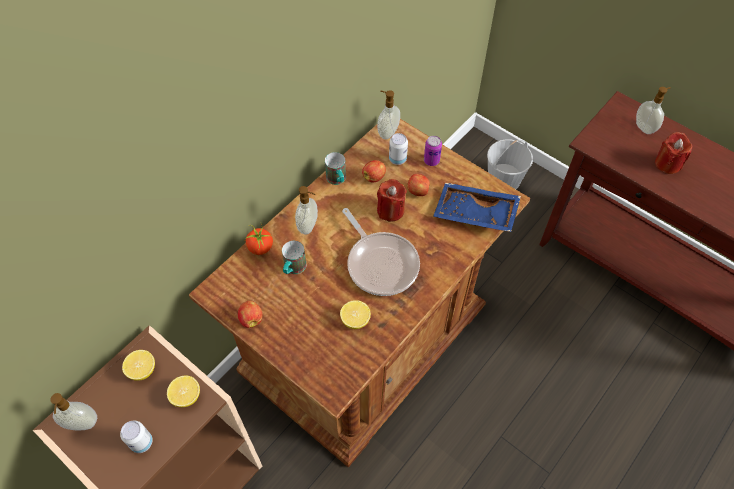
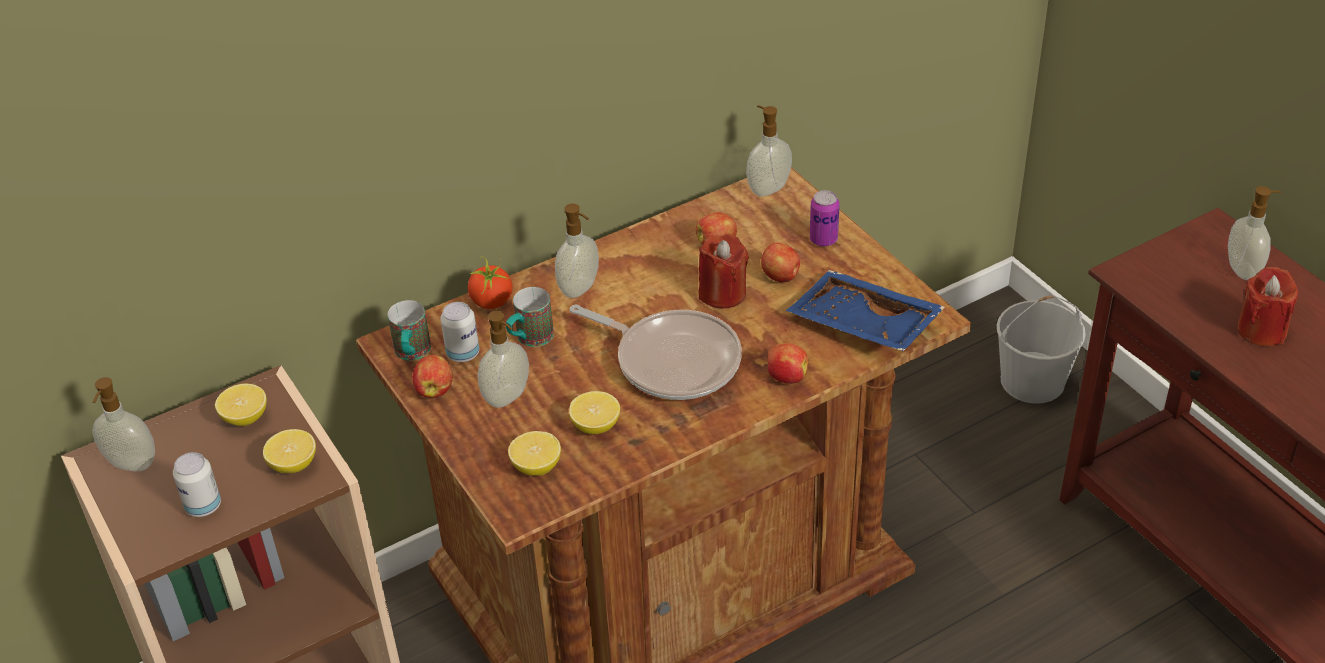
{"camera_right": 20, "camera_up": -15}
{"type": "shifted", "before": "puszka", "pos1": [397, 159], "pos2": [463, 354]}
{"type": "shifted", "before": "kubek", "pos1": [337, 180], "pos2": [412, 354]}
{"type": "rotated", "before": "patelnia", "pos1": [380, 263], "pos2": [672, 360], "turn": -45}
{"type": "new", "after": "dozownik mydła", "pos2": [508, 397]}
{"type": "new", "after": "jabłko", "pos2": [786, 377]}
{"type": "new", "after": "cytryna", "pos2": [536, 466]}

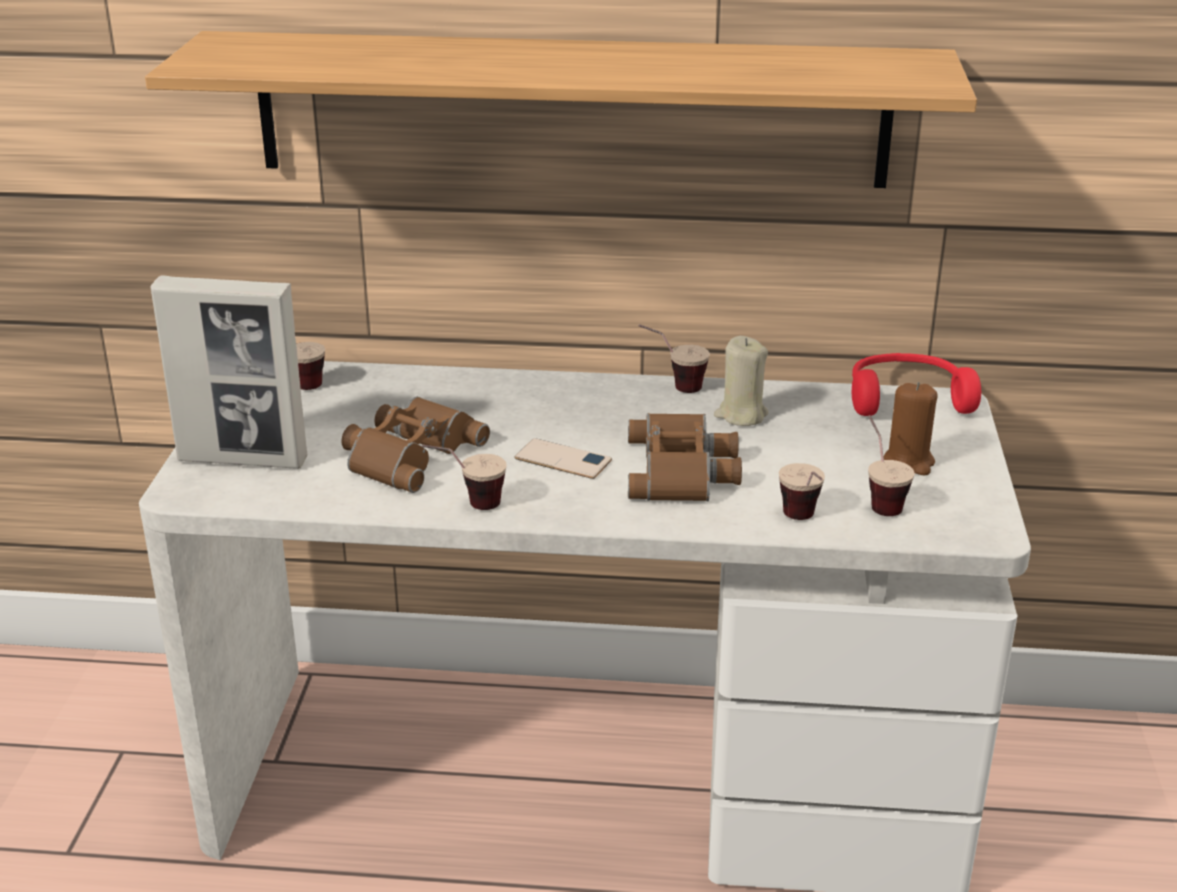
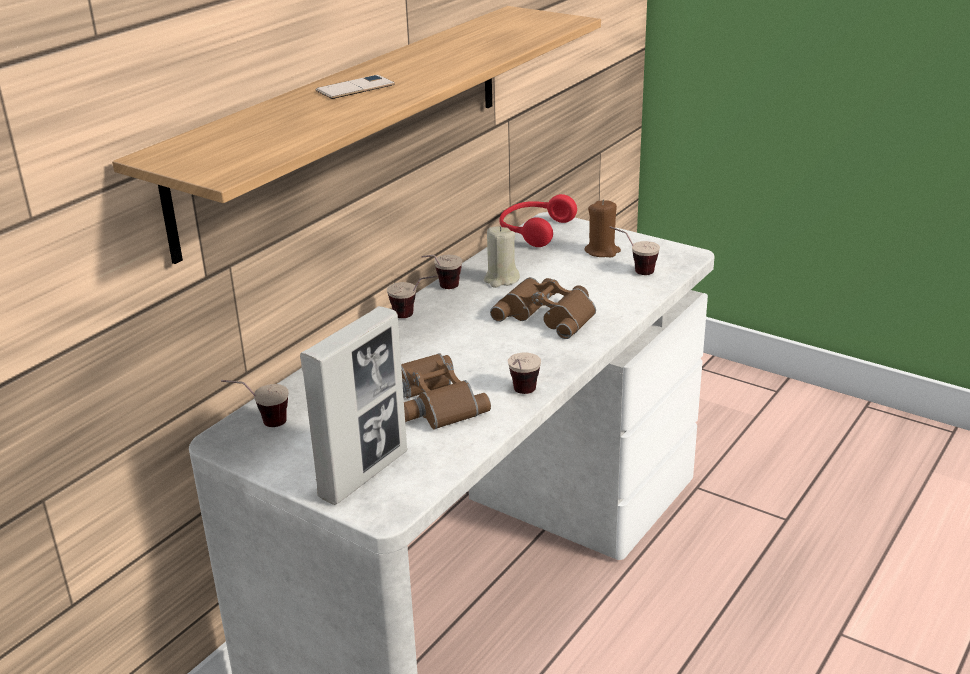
{"camera_right": -60, "camera_up": 0}
{"type": "shifted", "before": "telefon", "pos1": [563, 460], "pos2": [355, 88]}
{"type": "shifted", "before": "filiżanka", "pos1": [803, 523], "pos2": [414, 316]}

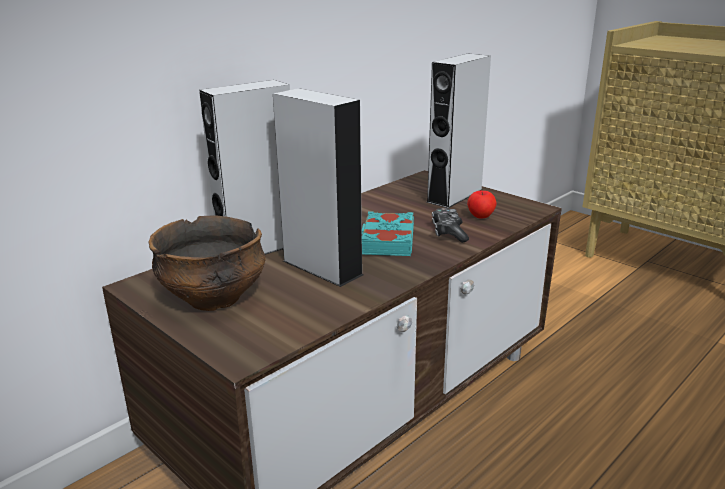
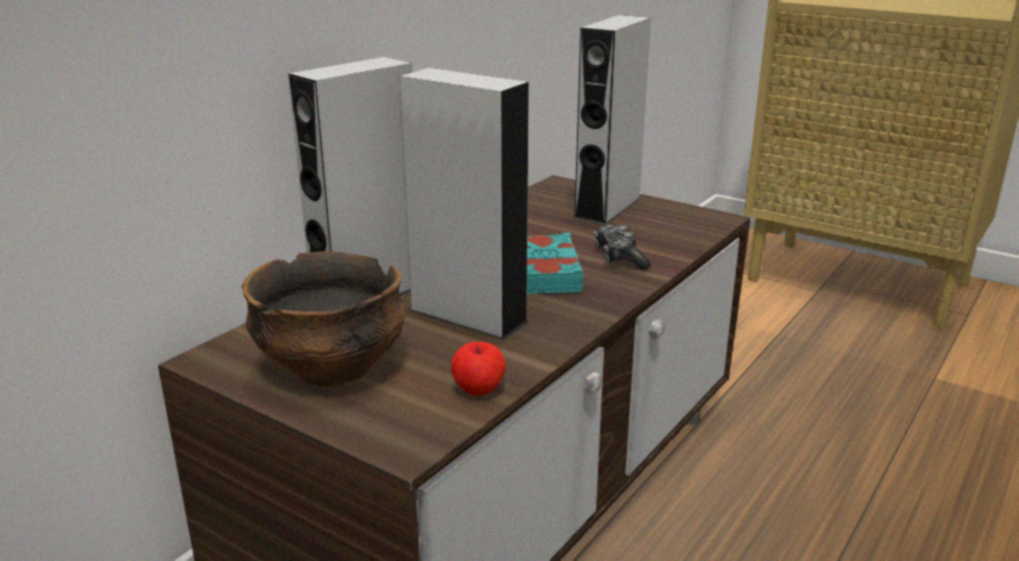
{"camera_right": -10, "camera_up": 0}
{"type": "shifted", "before": "jabłko", "pos1": [481, 216], "pos2": [479, 389]}

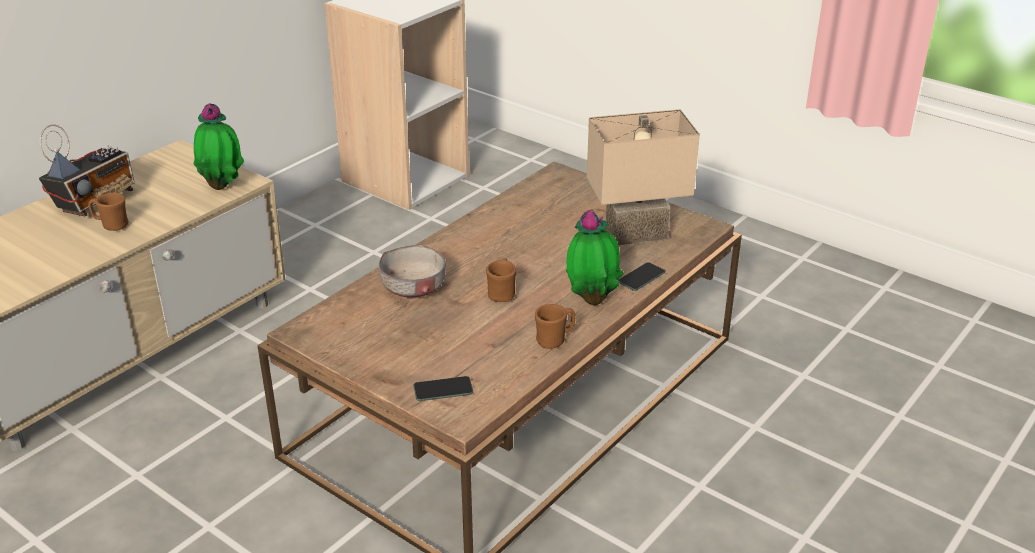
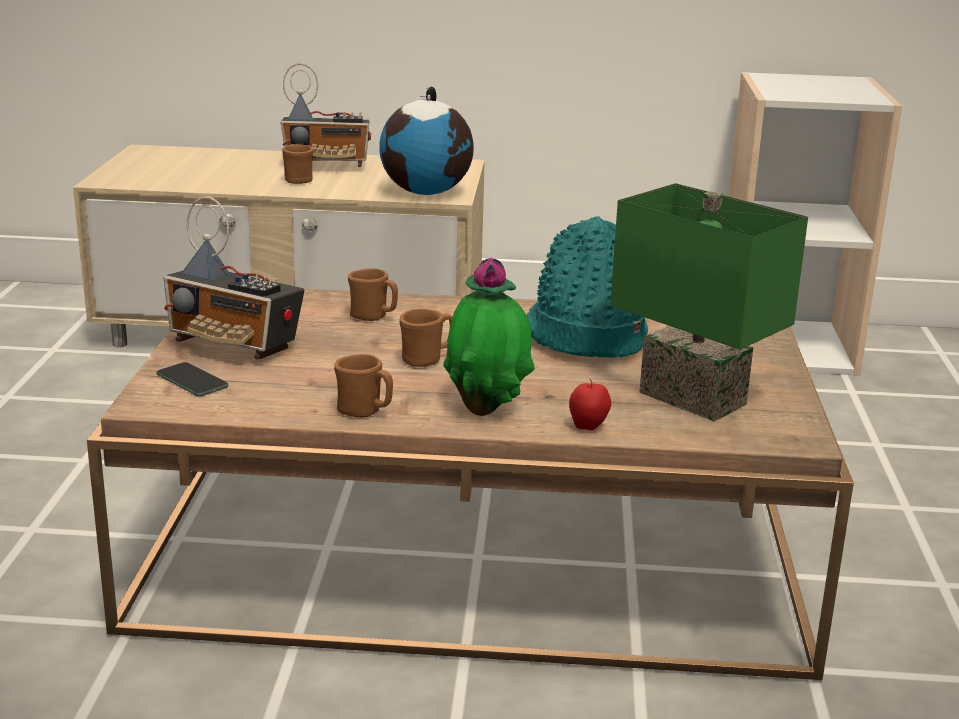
{"camera_right": 55, "camera_up": -10}
{"type": "swapped", "before": "roślina doniczkowa", "after": "globus", "pos1": [223, 186], "pos2": [427, 193]}
{"type": "repainted", "before": "lampa stołowa [beżowy]", "after": "lampa stołowa [zielony]", "pos1": [636, 232], "pos2": [696, 397]}
{"type": "swapped", "before": "miska [szary]", "after": "kubek [brązowy]", "pos1": [413, 288], "pos2": [373, 317]}
{"type": "swapped", "before": "telefon", "after": "jabłko", "pos1": [641, 277], "pos2": [588, 427]}
{"type": "new", "after": "radio", "pos2": [235, 346]}
{"type": "new", "after": "kapelusz [turkusowy]", "pos2": [585, 336]}

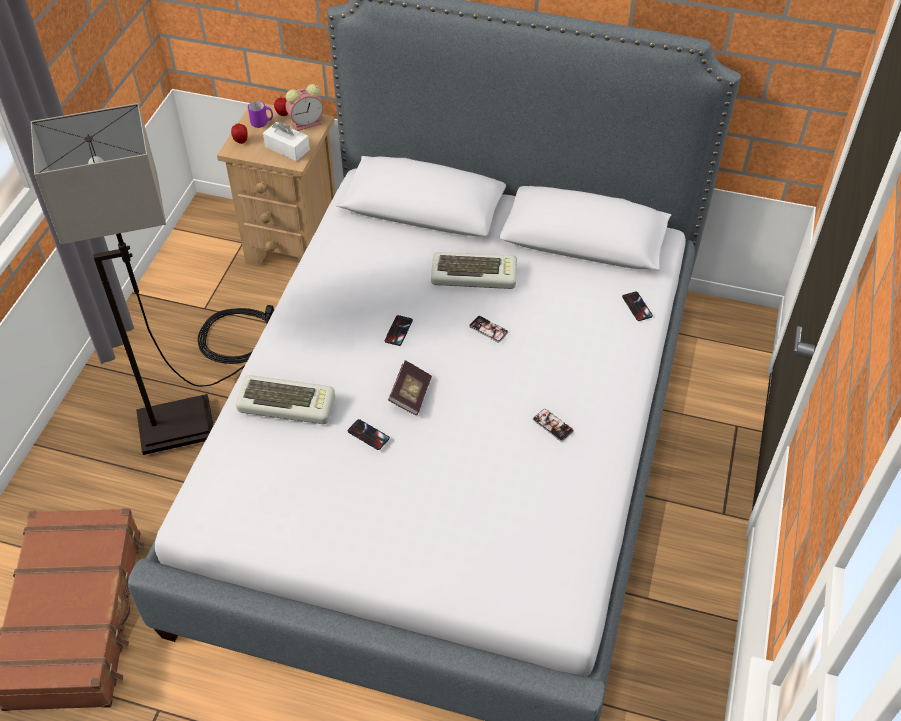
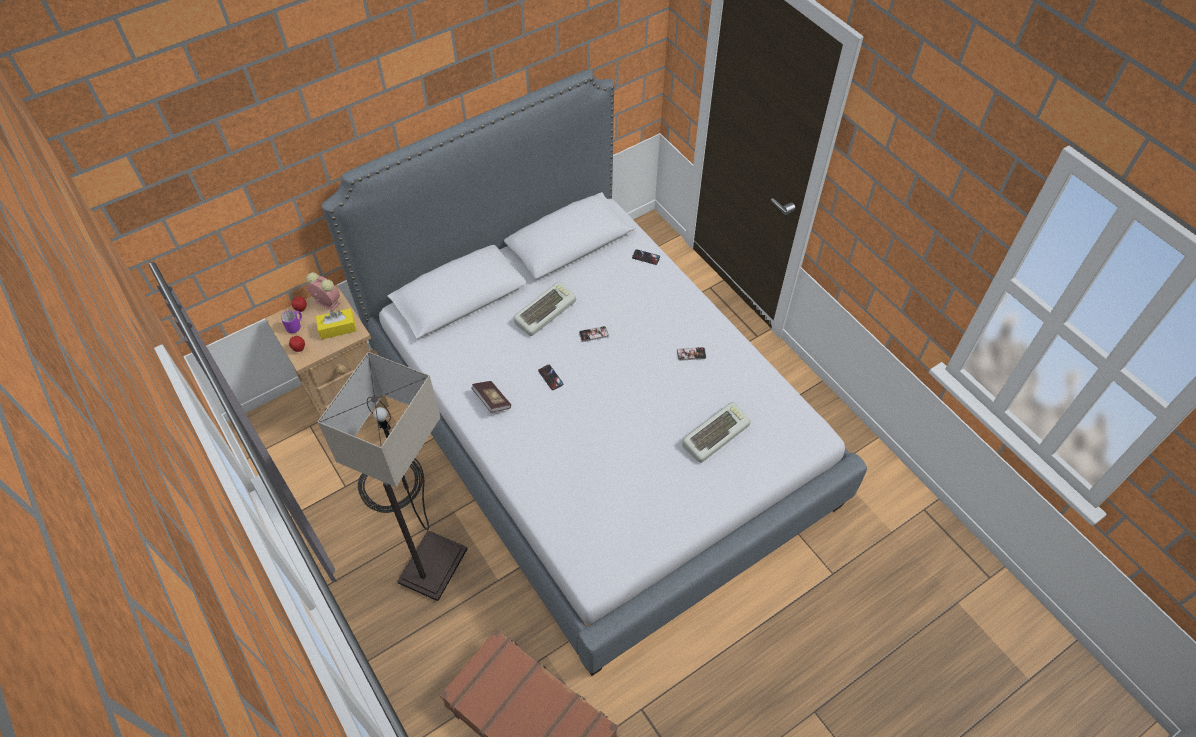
{"camera_right": -50, "camera_up": 5}
{"type": "rotated", "before": "budzik", "pos1": [307, 123], "pos2": [326, 302], "turn": -75}
{"type": "repainted", "before": "pudełko chusteczek [biały]", "after": "pudełko chusteczek [żółty]", "pos1": [287, 148], "pos2": [337, 328]}
{"type": "shifted", "before": "książka", "pos1": [410, 395], "pos2": [492, 401]}
{"type": "shifted", "before": "klawiatura", "pos1": [288, 403], "pos2": [715, 434]}
{"type": "gone", "before": "telefon", "pos1": [368, 435]}

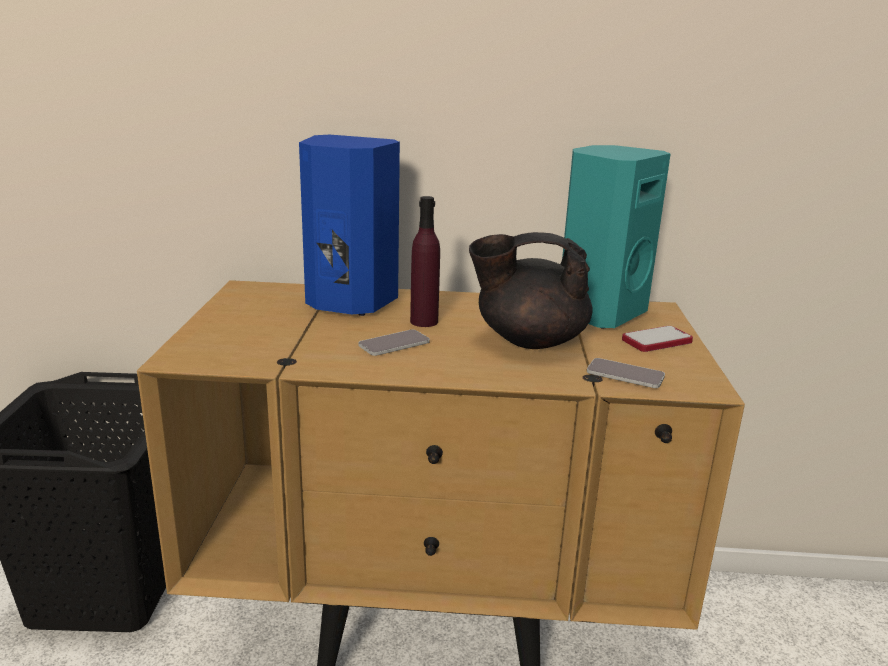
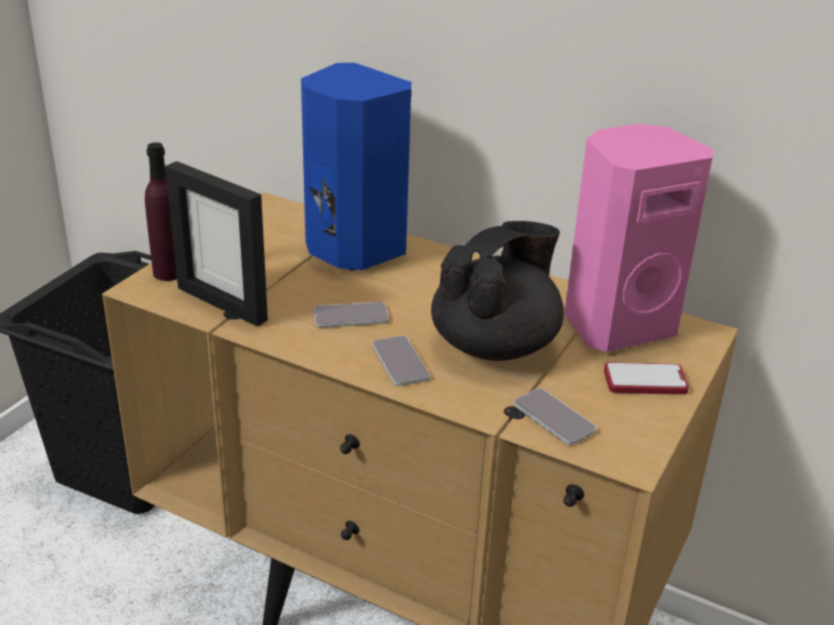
{"camera_right": 25, "camera_up": 10}
{"type": "repainted", "before": "głośnik [turkusowy]", "after": "głośnik [różowy]", "pos1": [598, 313], "pos2": [617, 324]}
{"type": "shifted", "before": "butelka [fioletowy]", "pos1": [424, 321], "pos2": [168, 273]}
{"type": "rotated", "before": "imbryk [czarny]", "pos1": [528, 340], "pos2": [495, 345], "turn": 105}
{"type": "new", "after": "ramka na zdjęcie", "pos2": [223, 303]}
{"type": "new", "after": "telefon", "pos2": [400, 362]}

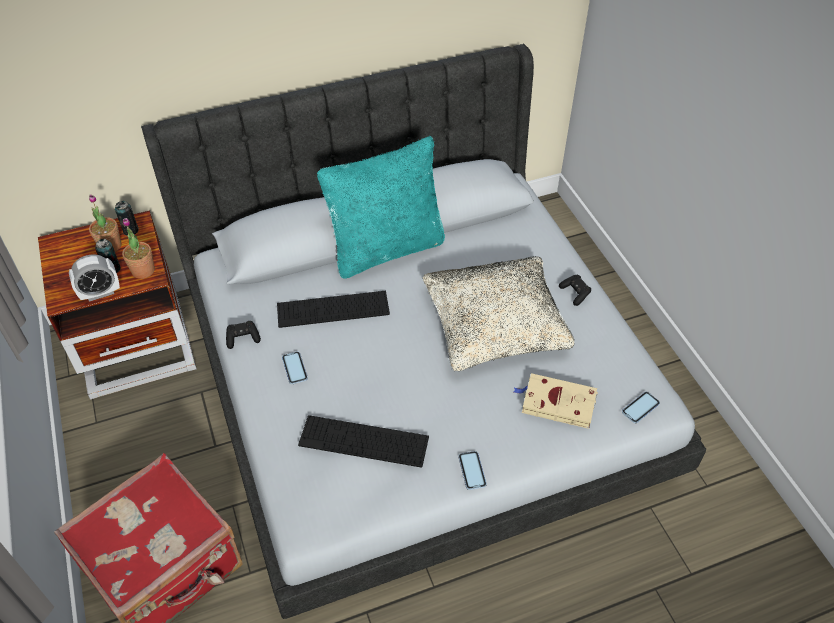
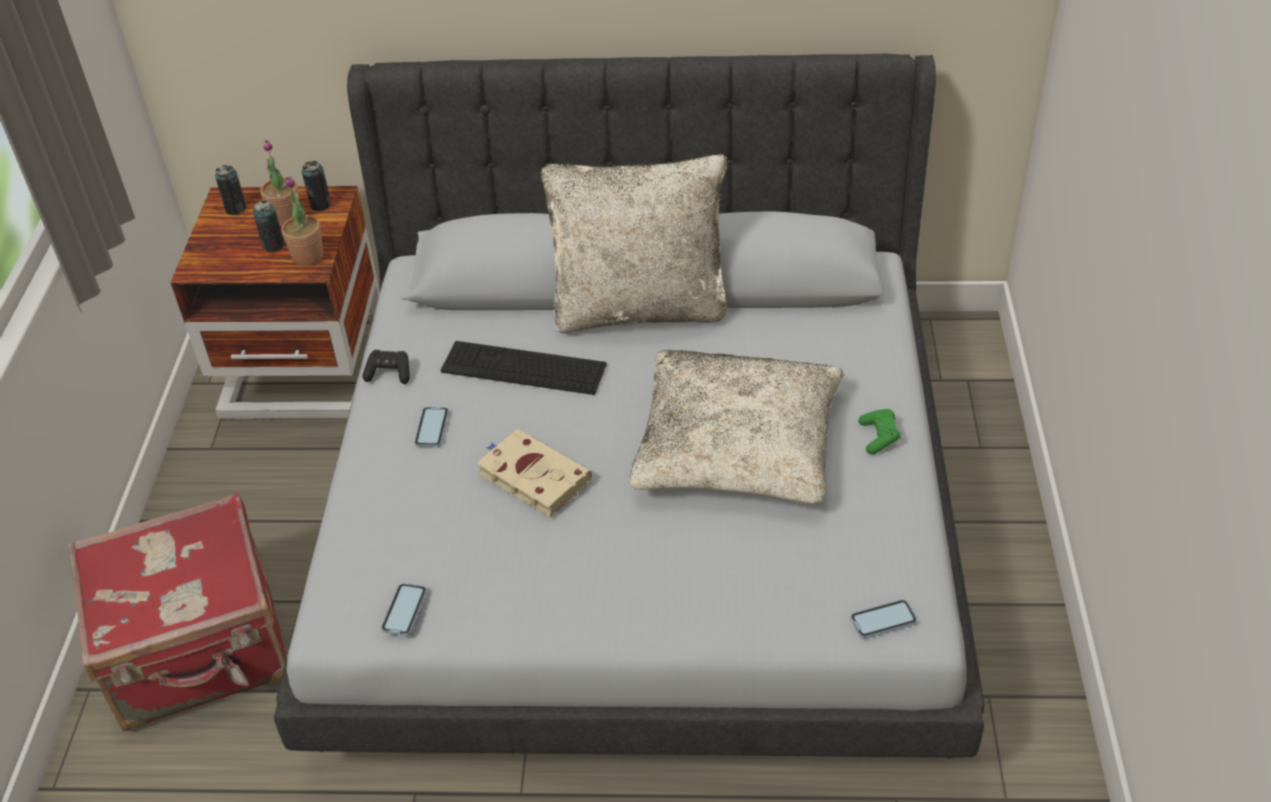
{"camera_right": 25, "camera_up": -5}
{"type": "repainted", "before": "poduszka [turkusowy]", "after": "poduszka [beżowy]", "pos1": [388, 251], "pos2": [641, 313]}
{"type": "gone", "before": "budzik", "pos1": [100, 293]}
{"type": "repainted", "before": "pad do gier [czarny]", "after": "pad do gier [zielony]", "pos1": [575, 293], "pos2": [879, 437]}
{"type": "shifted", "before": "książka [beżowy]", "pos1": [556, 403], "pos2": [531, 476]}
{"type": "gone", "before": "klawiatura", "pos1": [363, 441]}
{"type": "shifted", "before": "telefon", "pos1": [472, 471], "pos2": [404, 611]}
{"type": "new", "after": "puszka", "pos2": [236, 209]}

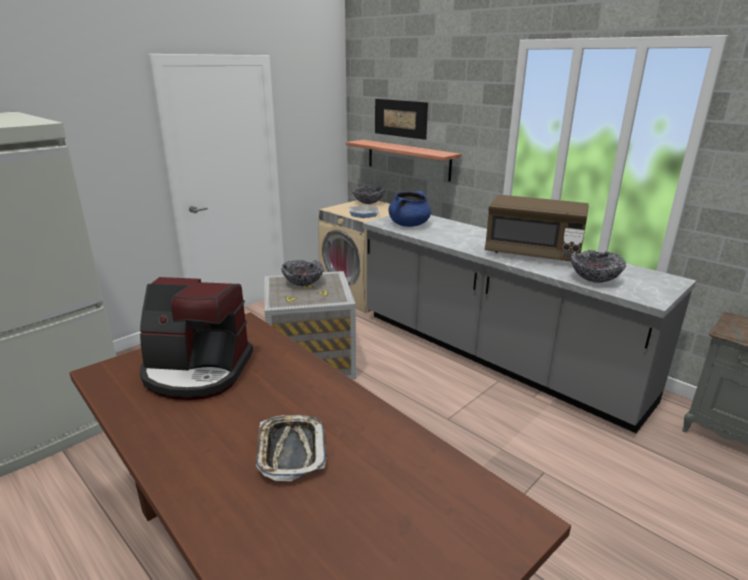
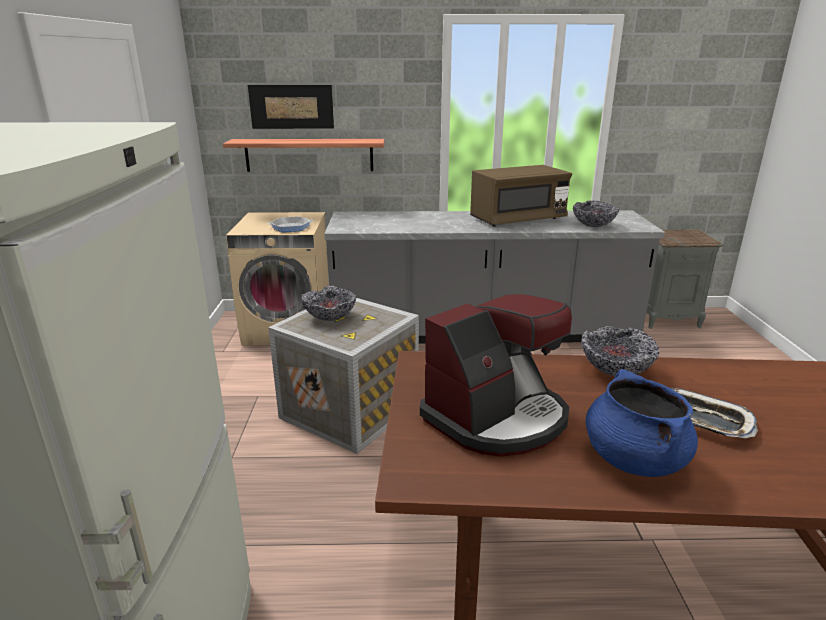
{"camera_right": -45, "camera_up": 0}
{"type": "shifted", "before": "miska", "pos1": [368, 203], "pos2": [615, 371]}
{"type": "shifted", "before": "garnek [niebieski]", "pos1": [409, 225], "pos2": [633, 458]}

